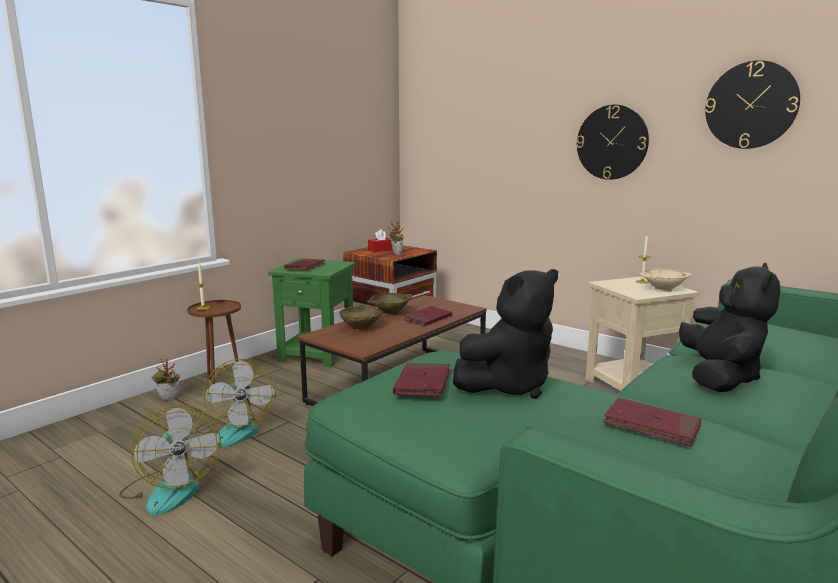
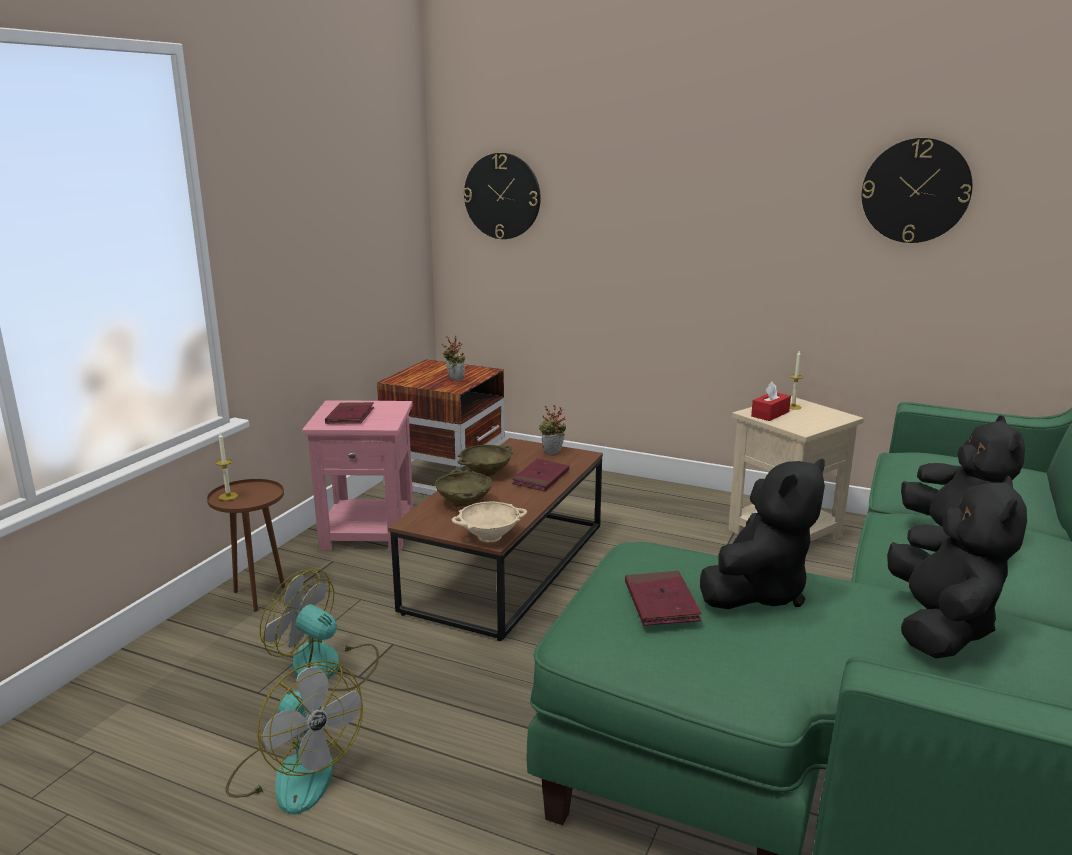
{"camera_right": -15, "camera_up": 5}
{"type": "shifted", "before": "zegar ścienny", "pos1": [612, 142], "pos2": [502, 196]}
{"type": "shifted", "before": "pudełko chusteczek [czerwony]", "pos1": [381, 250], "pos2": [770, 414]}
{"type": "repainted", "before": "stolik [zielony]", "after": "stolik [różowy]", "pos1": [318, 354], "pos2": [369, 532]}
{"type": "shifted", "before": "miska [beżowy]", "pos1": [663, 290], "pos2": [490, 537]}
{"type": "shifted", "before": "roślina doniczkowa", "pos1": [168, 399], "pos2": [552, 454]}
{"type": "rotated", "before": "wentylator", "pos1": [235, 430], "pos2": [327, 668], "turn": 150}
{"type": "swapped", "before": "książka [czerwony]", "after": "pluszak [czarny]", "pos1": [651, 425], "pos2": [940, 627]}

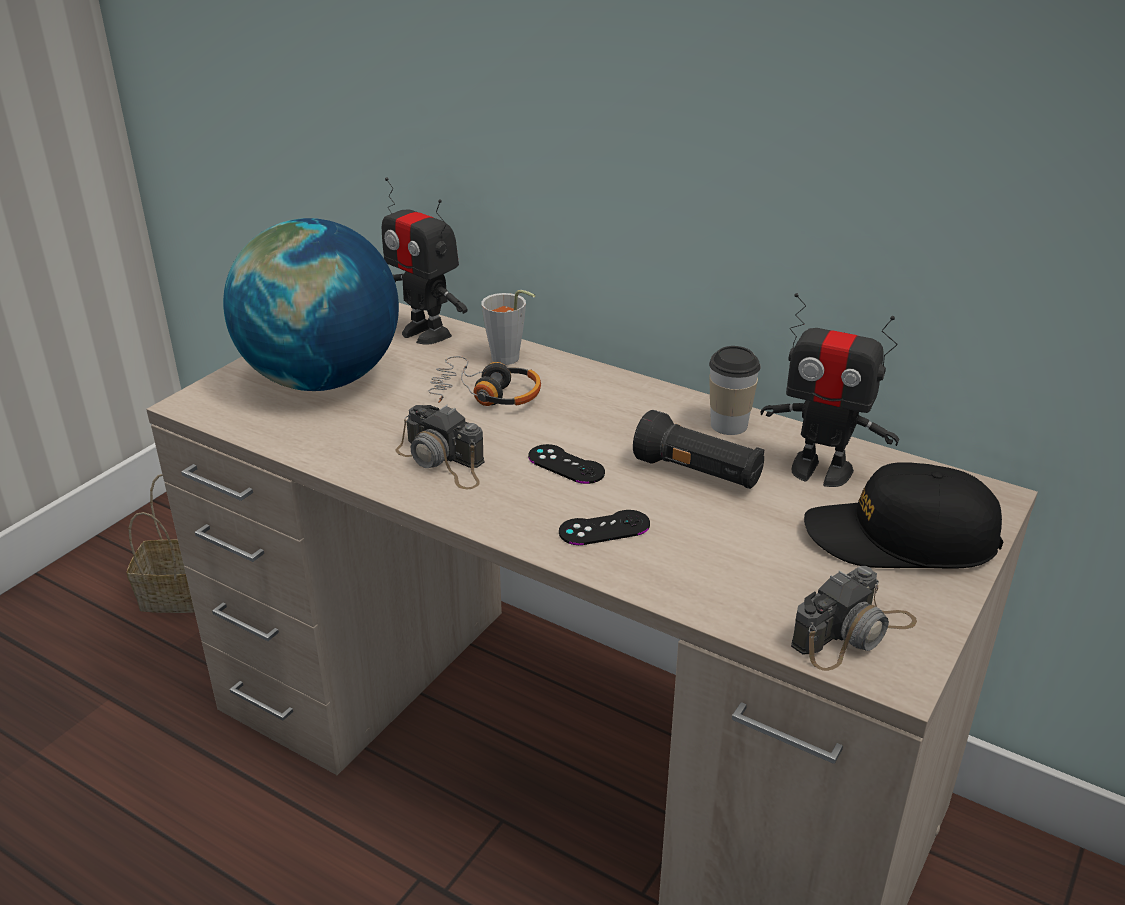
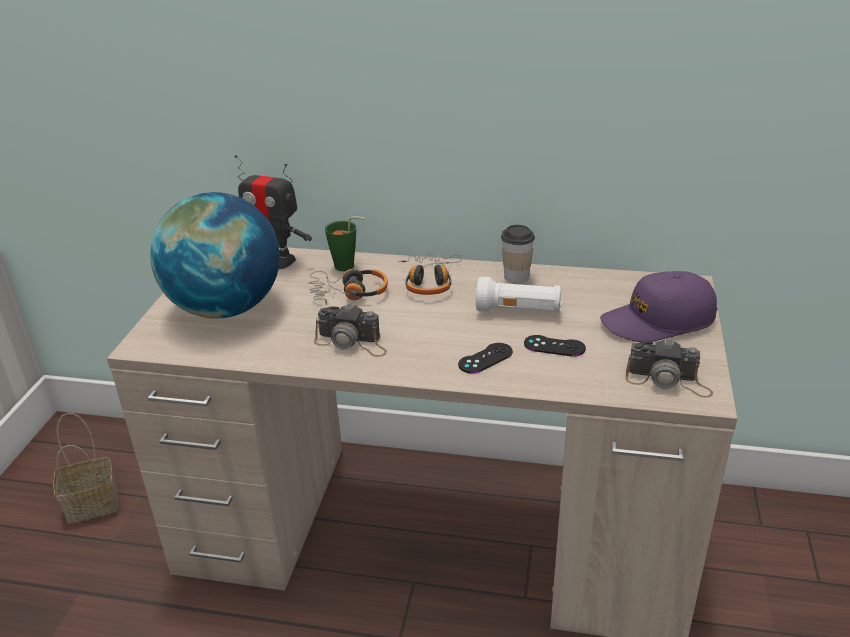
{"camera_right": -20, "camera_up": 0}
{"type": "repainted", "before": "filiżanka [szary]", "after": "filiżanka [zielony]", "pos1": [509, 360], "pos2": [348, 267]}
{"type": "gone", "before": "robot zabawkowy", "pos1": [821, 470]}
{"type": "repainted", "before": "latarka [czarny]", "after": "latarka [biały]", "pos1": [698, 474], "pos2": [518, 311]}
{"type": "shifted", "before": "pad do gier [czarny]", "pos1": [566, 464], "pos2": [554, 346]}
{"type": "repainted", "before": "czapka z daszkiem [czarny]", "after": "czapka z daszkiem [fioletowy]", "pos1": [900, 538], "pos2": [658, 321]}
{"type": "rotated", "before": "aparat fotograficzny", "pos1": [853, 633], "pos2": [668, 381], "turn": 75}
{"type": "new", "after": "słuchawki", "pos2": [429, 281]}

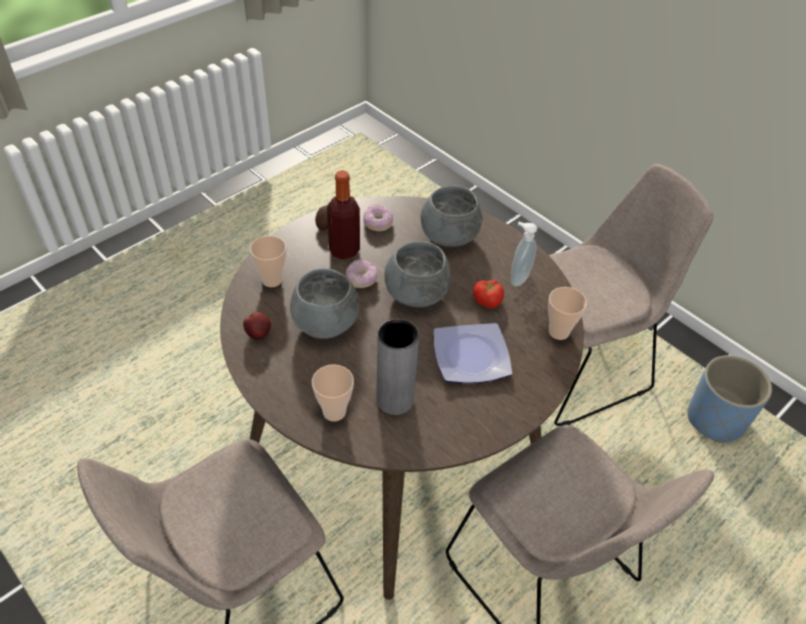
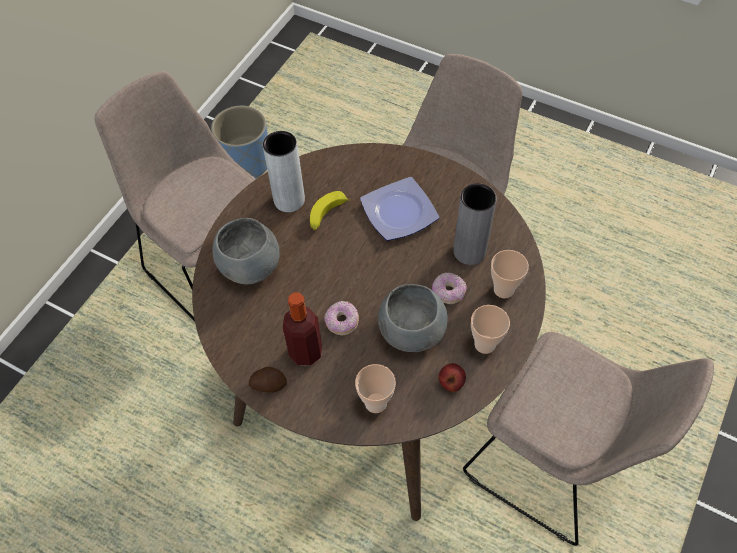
{"camera_right": -105, "camera_up": 10}
{"type": "shifted", "before": "donut", "pos1": [377, 223], "pos2": [448, 292]}
{"type": "swapped", "before": "dozownik mydła", "after": "wazon [szary]", "pos1": [518, 278], "pos2": [289, 200]}
{"type": "gone", "before": "miska [szary]", "pos1": [417, 294]}
{"type": "swapped", "before": "pomidor", "after": "banan", "pos1": [488, 300], "pos2": [327, 215]}
{"type": "shifted", "before": "filiżanka", "pos1": [559, 332], "pos2": [485, 344]}

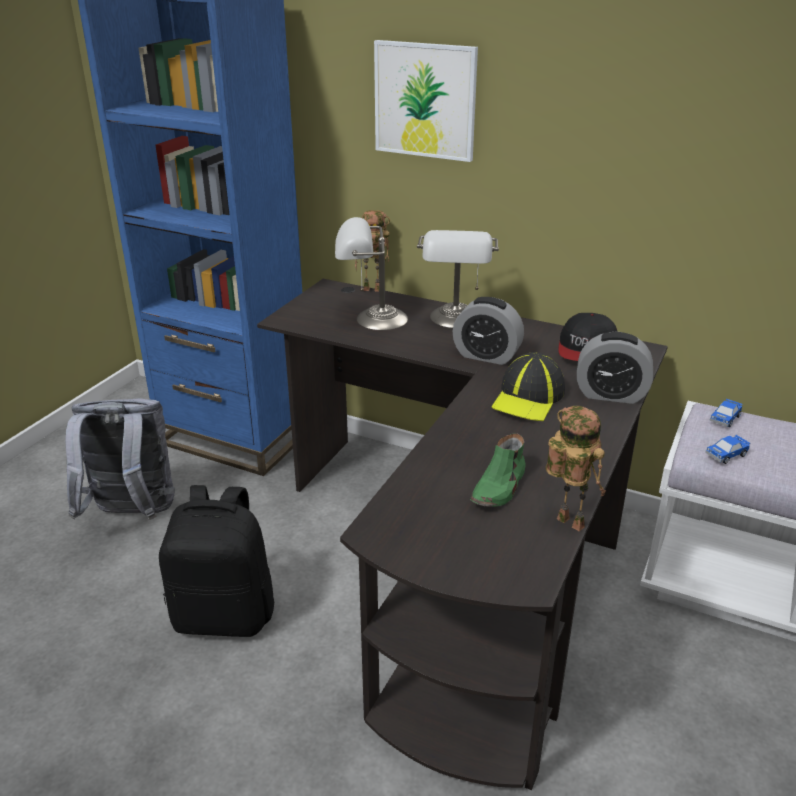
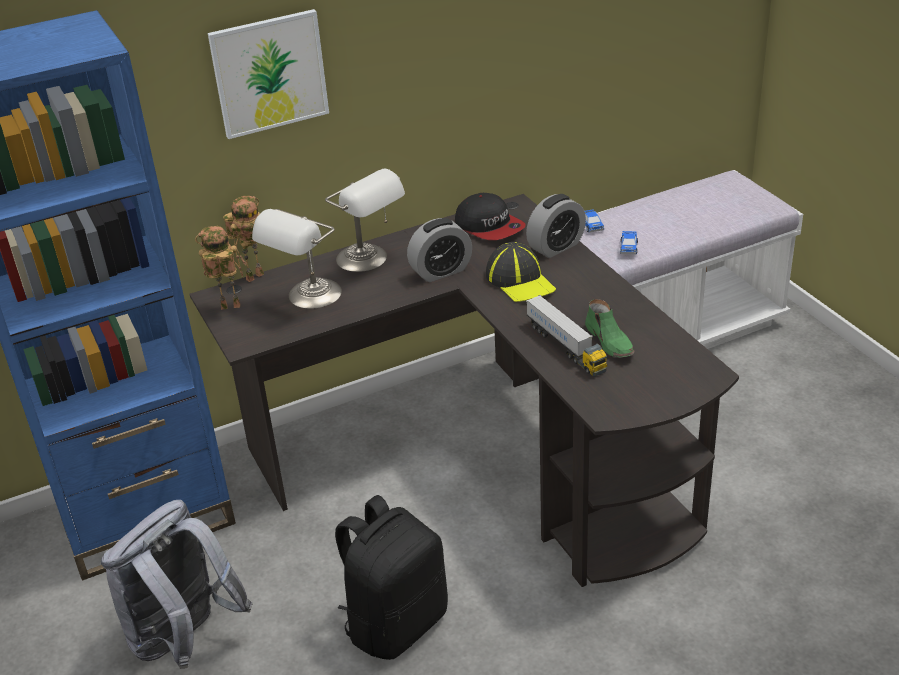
{"camera_right": -50, "camera_up": 5}
{"type": "shifted", "before": "robot zabawkowy", "pos1": [566, 523], "pos2": [229, 308]}
{"type": "new", "after": "ciężarówka zabawkowa", "pos2": [565, 347]}

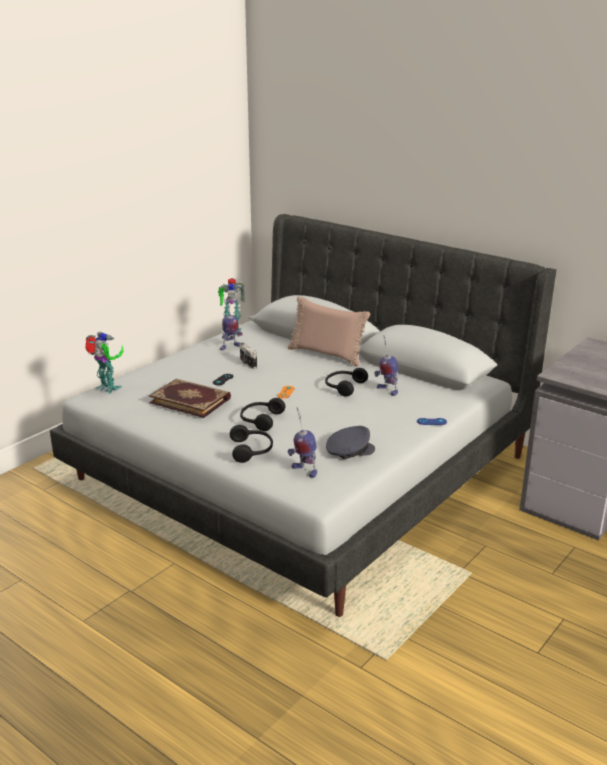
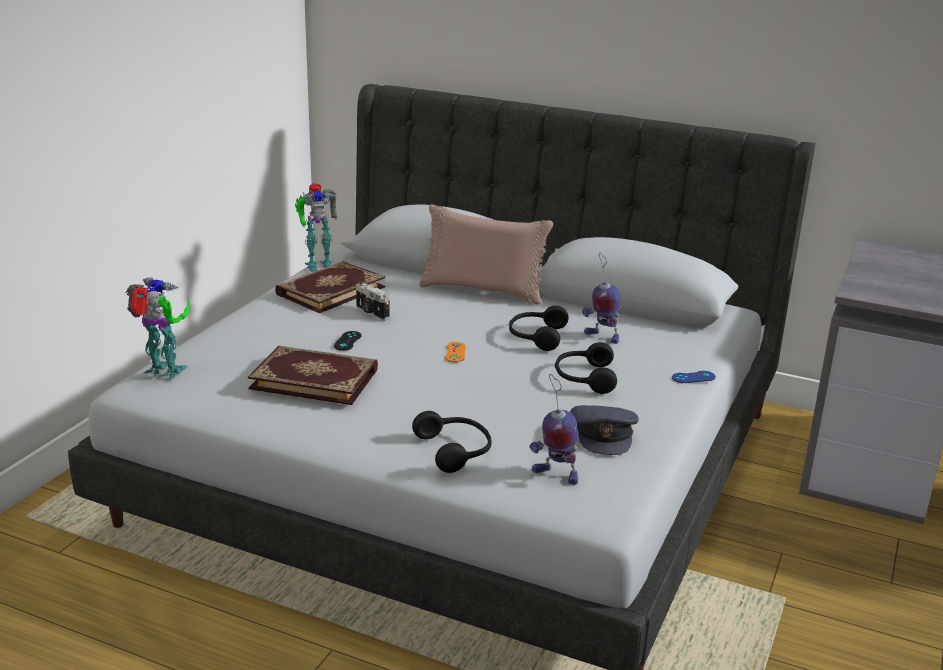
{"camera_right": -15, "camera_up": 0}
{"type": "swapped", "before": "robot zabawkowy", "after": "książka", "pos1": [230, 347], "pos2": [330, 290]}
{"type": "shifted", "before": "słuchawki [czarny]", "pos1": [260, 420], "pos2": [584, 378]}
{"type": "rotated", "before": "czapka z daszkiem [szary]", "pos1": [349, 450], "pos2": [603, 434], "turn": 120}

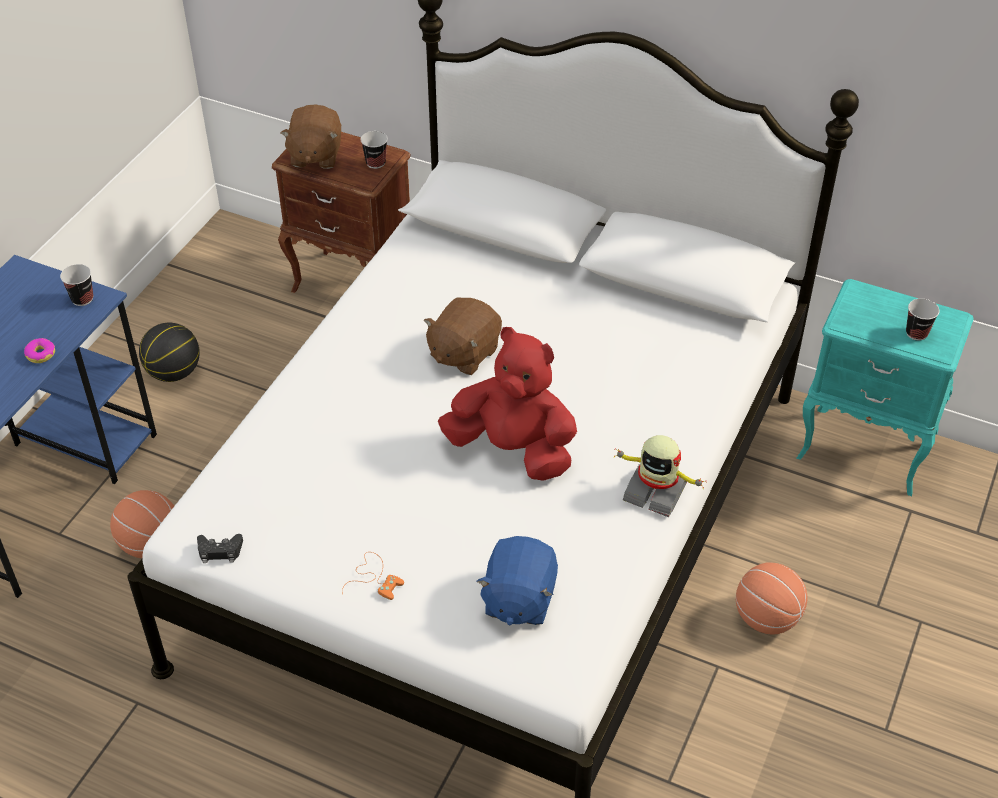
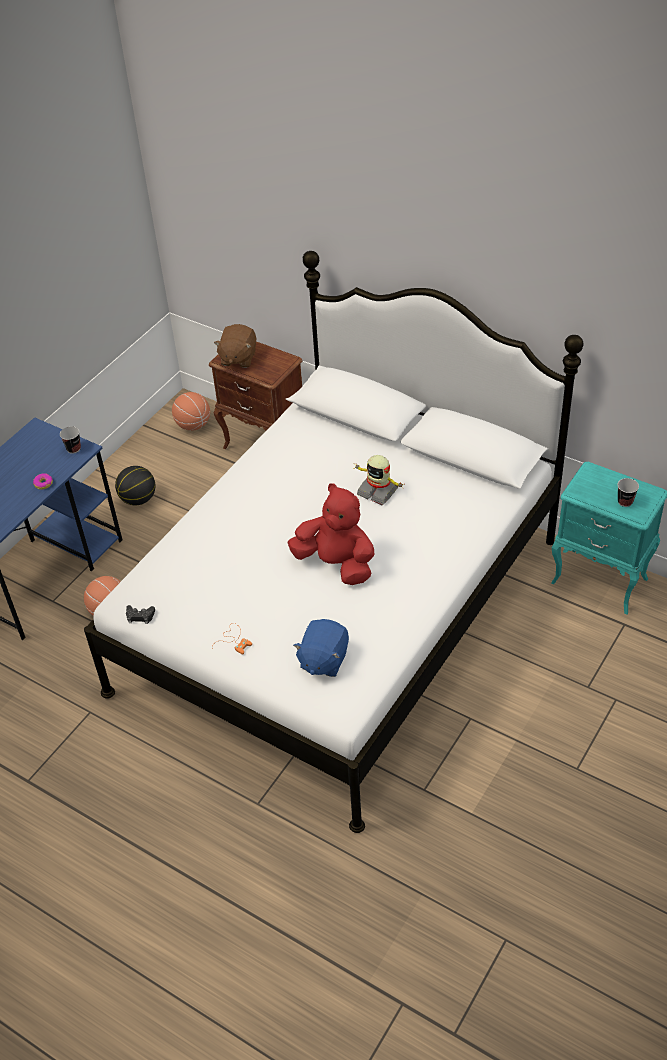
{"camera_right": 10, "camera_up": 0}
{"type": "gone", "before": "filiżanka", "pos1": [375, 163]}
{"type": "gone", "before": "pluszak [brązowy]", "pos1": [463, 353]}
{"type": "shifted", "before": "robot zabawkowy", "pos1": [655, 491], "pos2": [378, 491]}
{"type": "shifted", "before": "piłka do koszykówki", "pos1": [766, 618], "pos2": [193, 425]}

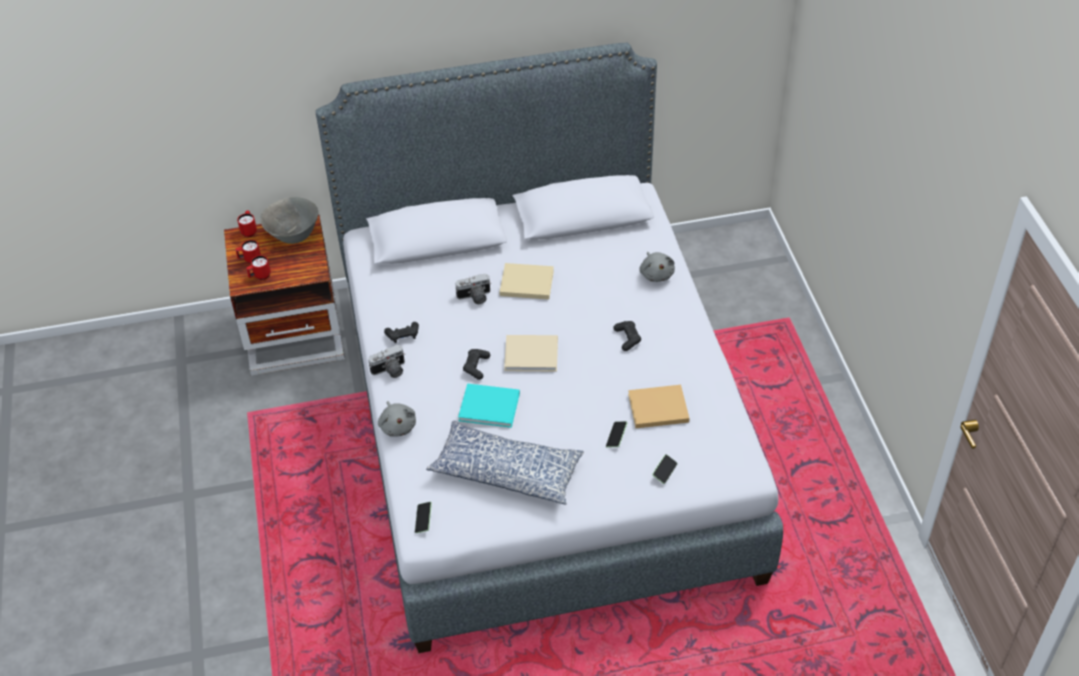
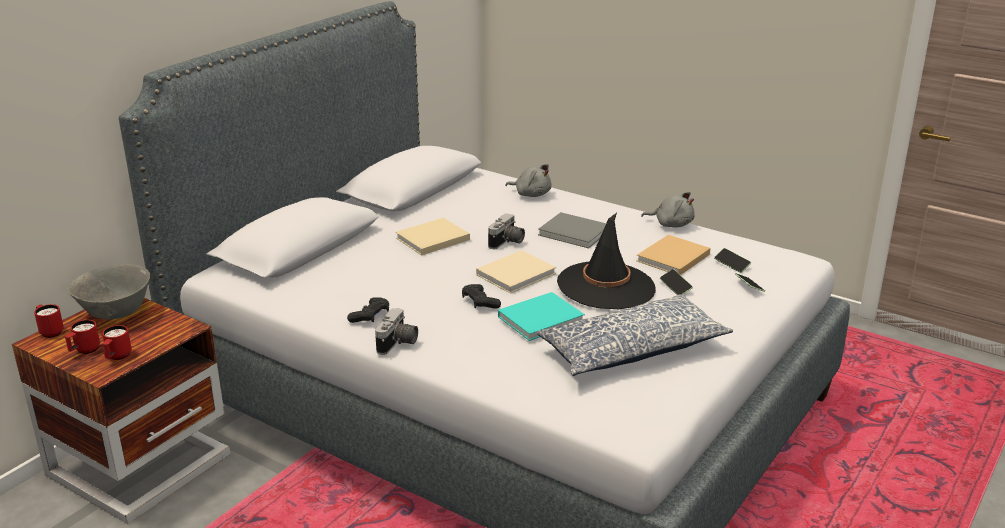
{"camera_right": -45, "camera_up": -20}
{"type": "shifted", "before": "aparat fotograficzny", "pos1": [474, 297], "pos2": [507, 243]}
{"type": "swapped", "before": "pad do gier [czarny]", "after": "książka [szary]", "pos1": [627, 338], "pos2": [576, 233]}
{"type": "shifted", "before": "pluszak [szary]", "pos1": [398, 426], "pos2": [671, 224]}
{"type": "shifted", "before": "telefon", "pos1": [423, 520], "pos2": [732, 265]}
{"type": "new", "after": "kapelusz [czarny]", "pos2": [606, 286]}

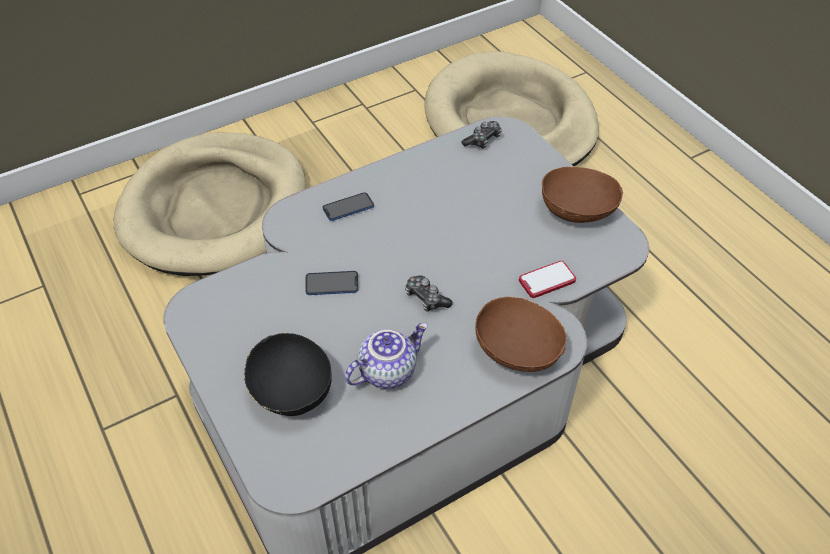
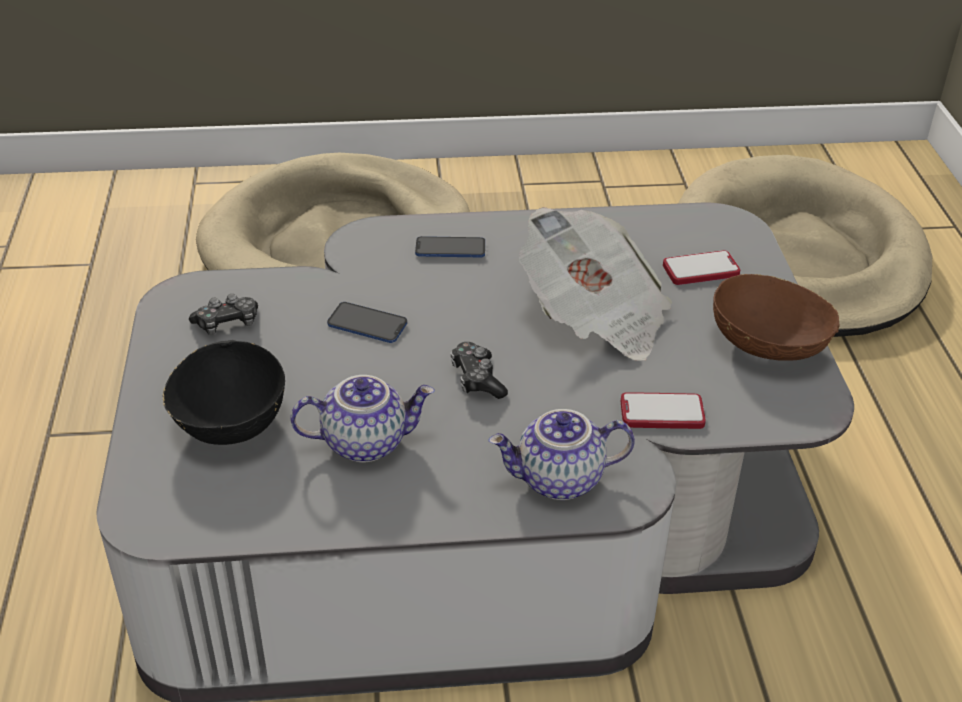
{"camera_right": 25, "camera_up": -10}
{"type": "shifted", "before": "pad do gier", "pos1": [482, 140], "pos2": [227, 323]}
{"type": "swapped", "before": "miska [brązowy]", "after": "imbryk", "pos1": [518, 350], "pos2": [559, 481]}
{"type": "new", "after": "gazeta", "pos2": [594, 316]}
{"type": "new", "after": "telefon", "pos2": [700, 270]}

